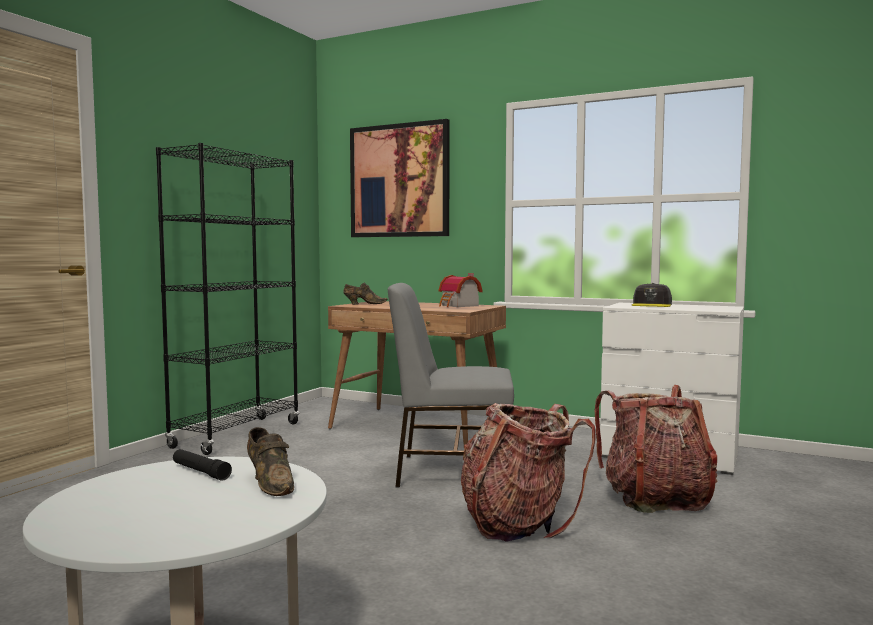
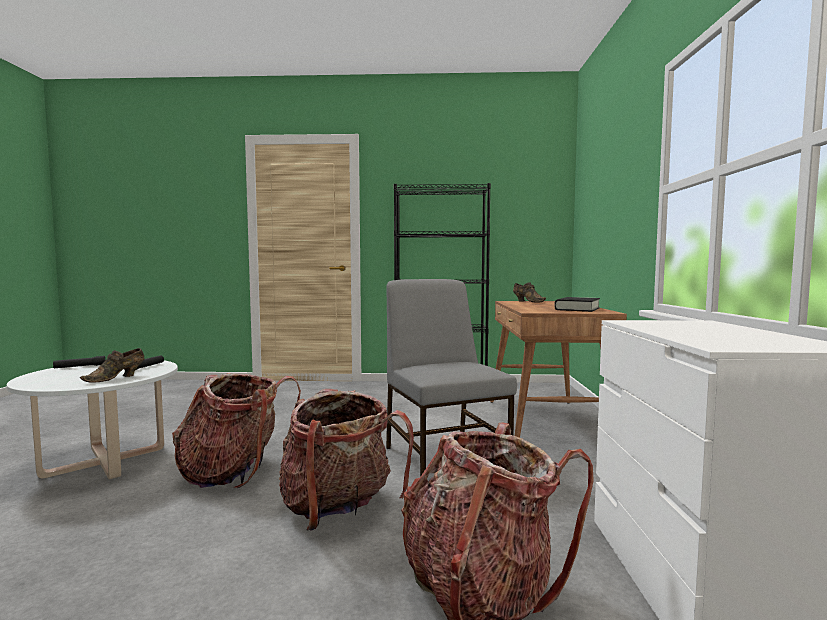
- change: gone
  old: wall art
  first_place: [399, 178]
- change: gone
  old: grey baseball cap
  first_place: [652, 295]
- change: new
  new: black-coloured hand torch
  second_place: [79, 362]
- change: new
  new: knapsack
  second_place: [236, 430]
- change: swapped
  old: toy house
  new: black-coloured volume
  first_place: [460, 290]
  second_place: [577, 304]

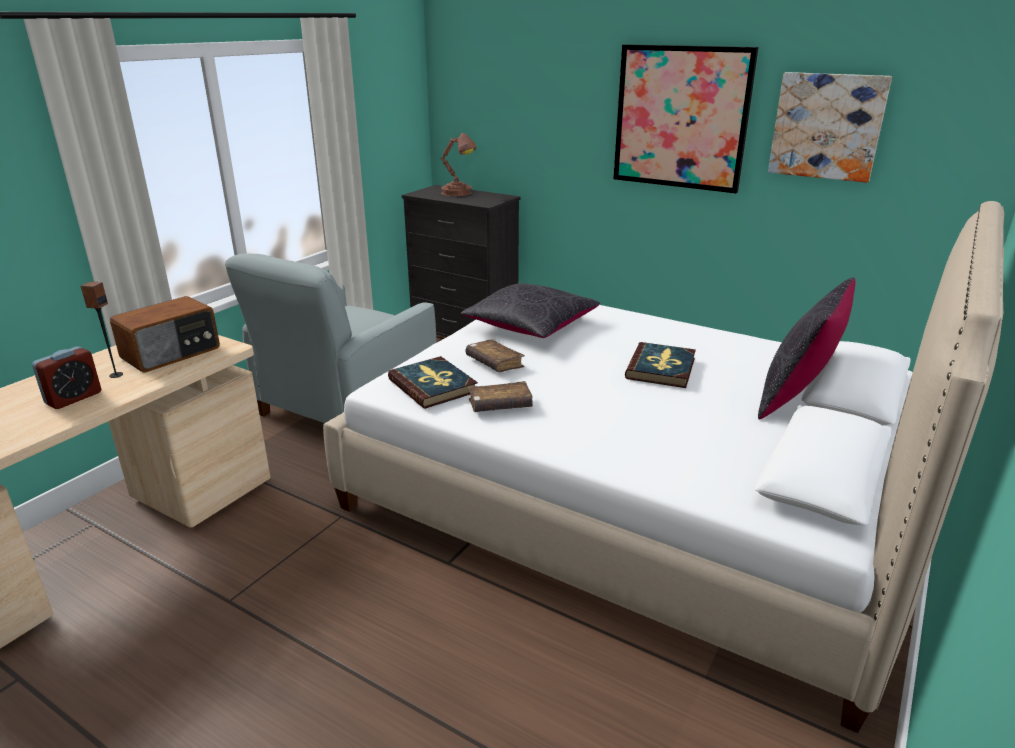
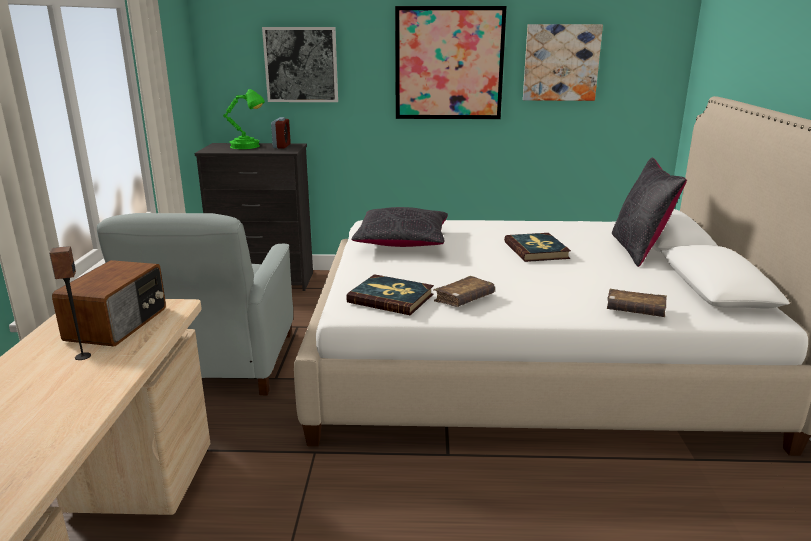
- change: new
  new: wall art
  second_place: [300, 64]
- change: shifted
  old: alarm clock
  first_place: [66, 378]
  second_place: [281, 132]
- change: shifted
  old: brownish volume
  first_place: [495, 355]
  second_place: [637, 303]
- change: repainted
  old: brownish table lamp
  new: green-coloured table lamp
  first_place: [458, 164]
  second_place: [244, 119]

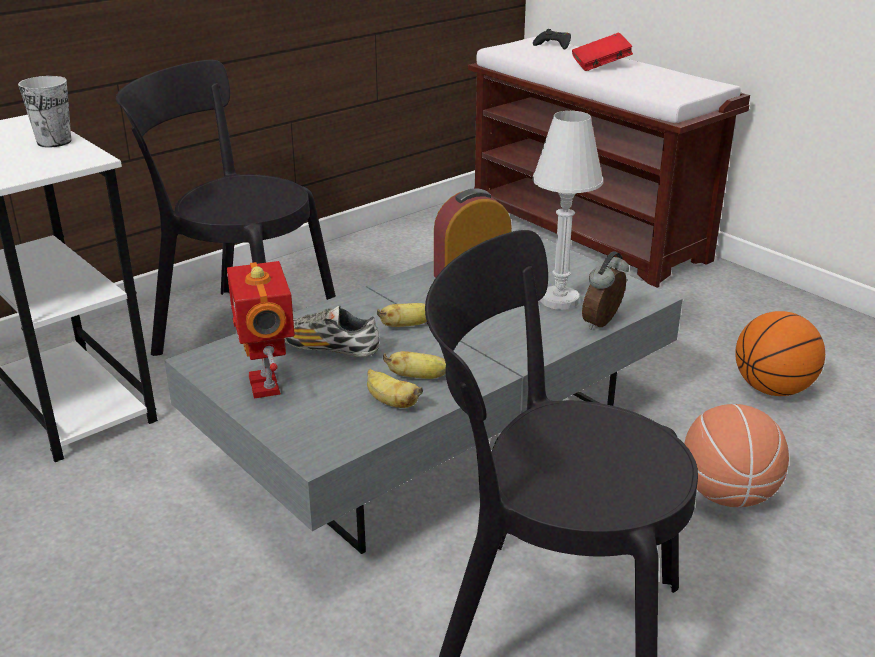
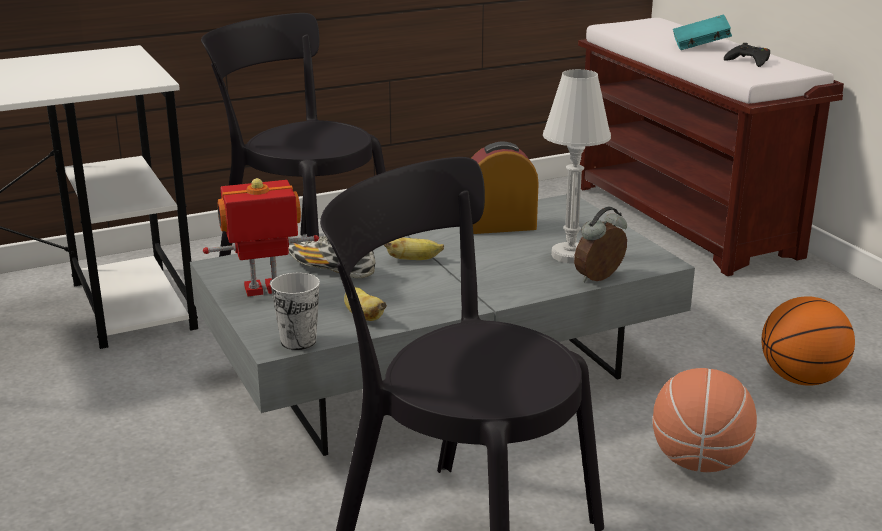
- change: gone
  old: banana
  first_place: [414, 365]
- change: shifted
  old: drinking cup
  first_place: [44, 112]
  second_place: [295, 311]
- change: shifted
  old: black-coloured joypad
  first_place: [552, 39]
  second_place: [747, 55]
- change: repainted
  old: red-coloured volume
  new: turquoise-coloured volume
  first_place: [602, 51]
  second_place: [702, 32]
- change: rotated
  old: robot figure
  first_place: [261, 330]
  second_place: [261, 237]
  degrees: 75

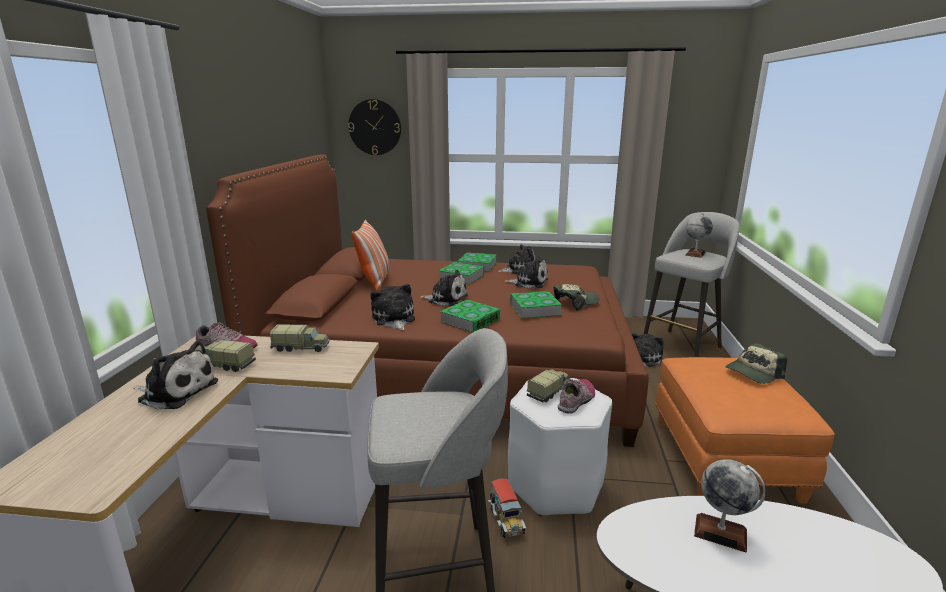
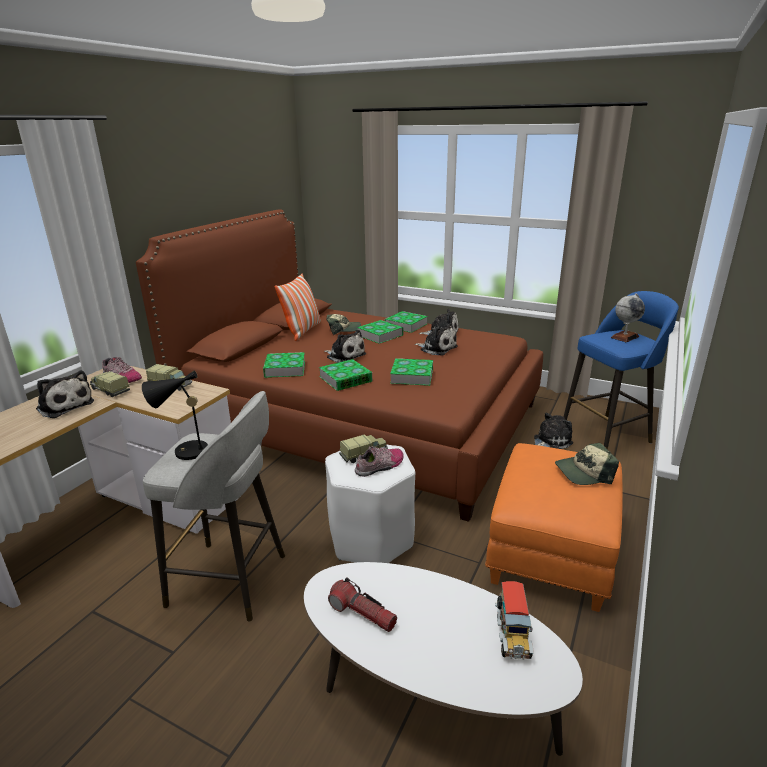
- change: gone
  old: clock on the wall
  first_place: [374, 127]
- change: gone
  old: globe
  first_place: [729, 505]
- change: new
  new: black-coloured table lamp
  second_place: [175, 415]
- change: new
  new: hand torch
  second_place: [362, 604]
- change: shifted
  old: toy lorry
  first_place: [507, 508]
  second_place: [514, 620]
- change: shifted
  old: baseball cap
  first_place: [577, 297]
  second_place: [343, 324]
- change: swapped
  old: soft toy
  new: volume
  first_place: [393, 307]
  second_place: [284, 365]
- change: repainted
  old: grey stool seat
  new: blue-coloured stool seat
  first_place: [692, 284]
  second_place: [621, 370]

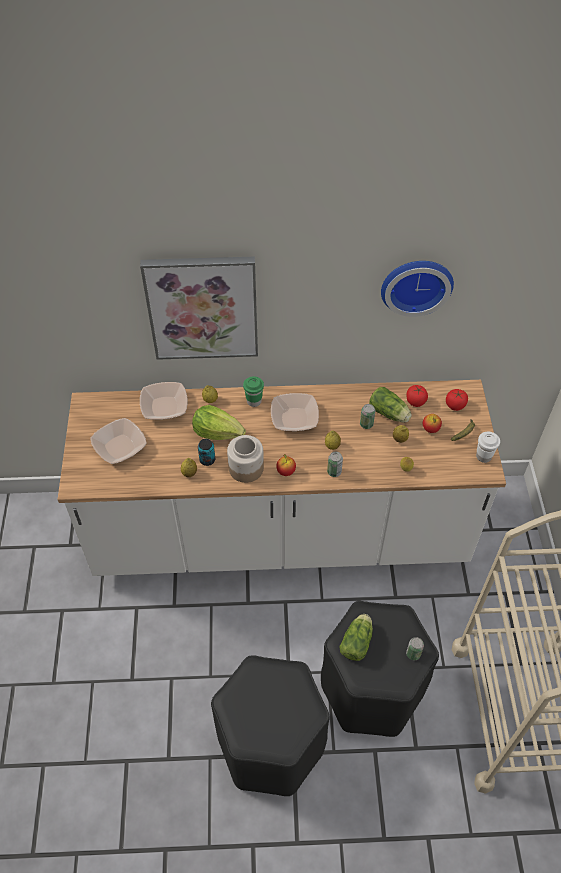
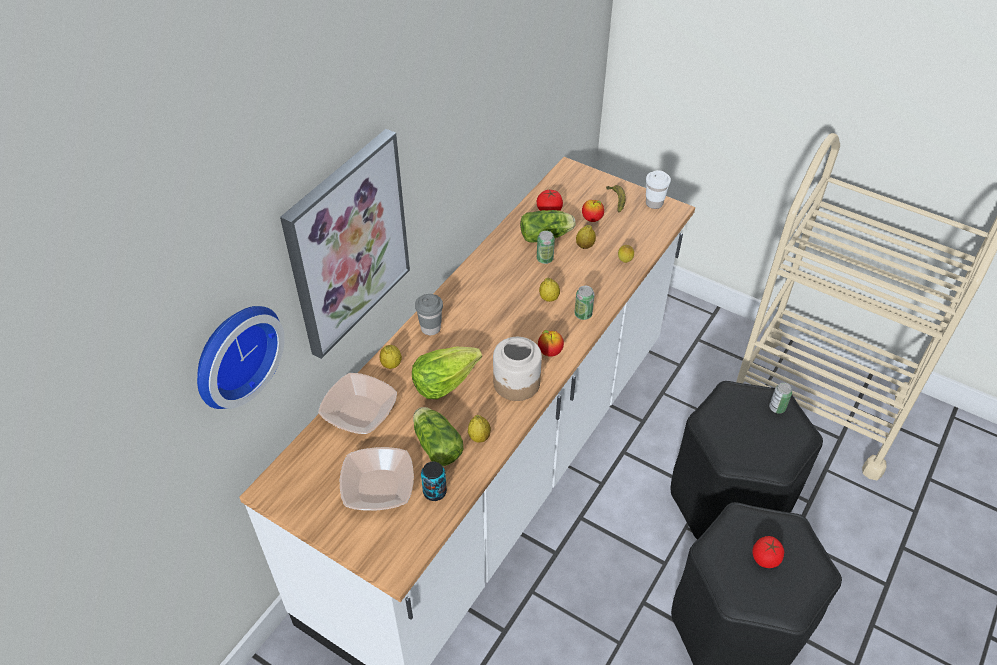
- change: gone
  old: bowl
  first_place: [295, 412]
- change: shifted
  old: sealed can
  first_place: [206, 452]
  second_place: [434, 481]
- change: shifted
  old: lettuce head
  first_place: [356, 637]
  second_place: [438, 436]
- change: shifted
  old: clock on the wall
  first_place: [417, 289]
  second_place: [241, 357]
- change: shifted
  old: whole tomato
  first_place: [457, 400]
  second_place: [768, 552]
- change: repainted
  old: green-coloured drinking cup
  new: grey drinking cup
  first_place: [253, 391]
  second_place: [429, 314]

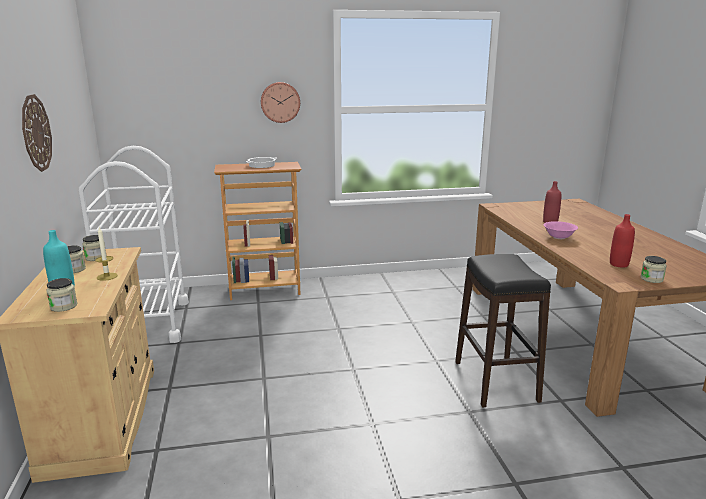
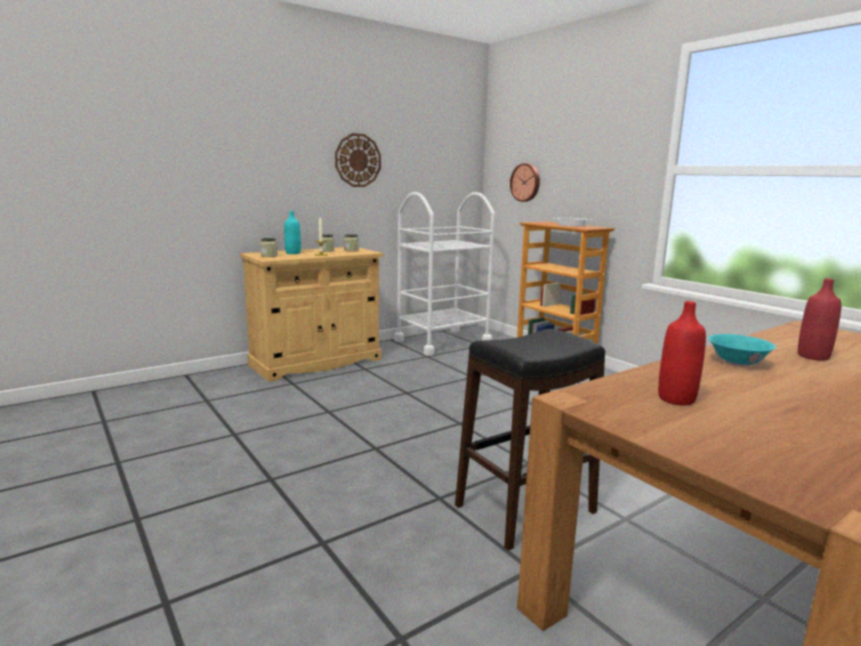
- change: gone
  old: preserve jar
  first_place: [653, 269]
- change: shifted
  old: clock on the wall
  first_place: [280, 102]
  second_place: [525, 182]
- change: repainted
  old: pinkish bowl
  new: turquoise-coloured bowl
  first_place: [561, 230]
  second_place: [742, 350]

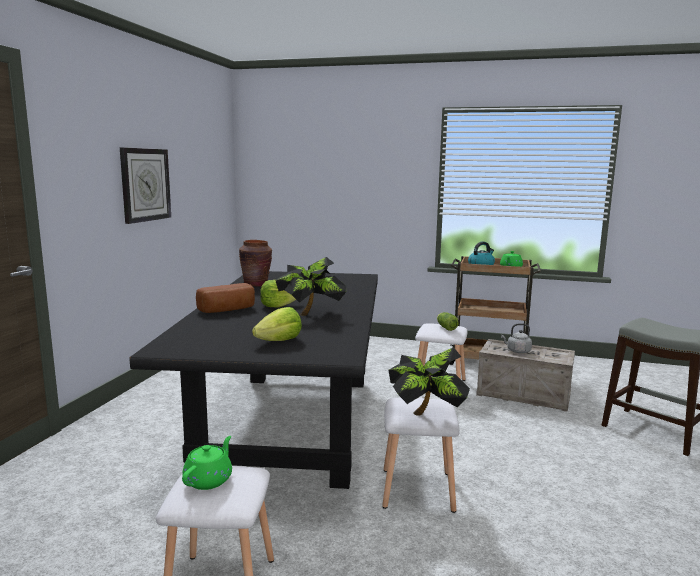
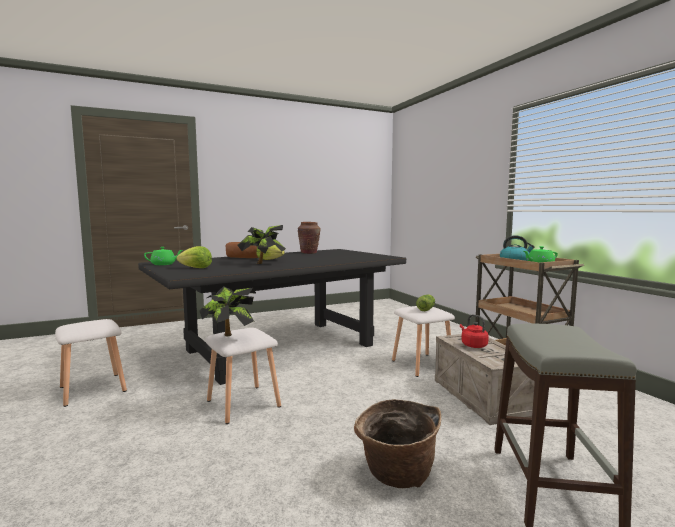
- change: gone
  old: clock on the wall
  first_place: [145, 185]
- change: new
  new: household basket
  second_place: [397, 443]
- change: shifted
  old: green-coloured pot for tea
  first_place: [207, 463]
  second_place: [163, 256]
- change: repainted
  old: grey kettle
  new: red-coloured kettle
  first_place: [516, 338]
  second_place: [474, 331]

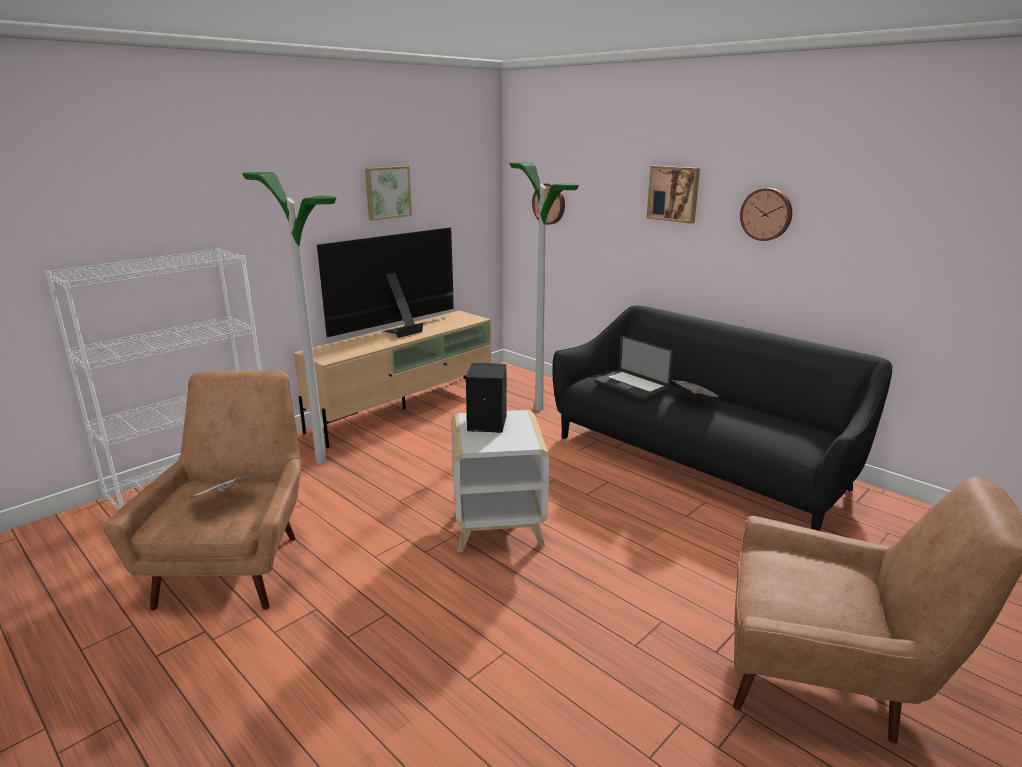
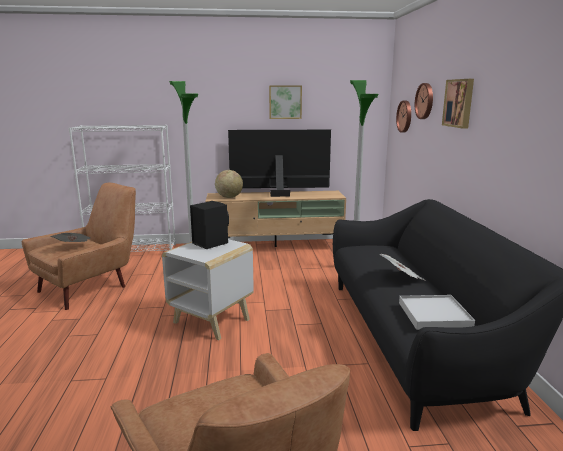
- change: gone
  old: laptop
  first_place: [634, 367]
- change: new
  new: globe
  second_place: [229, 184]
- change: new
  new: white tray
  second_place: [437, 312]
- change: shifted
  old: clock on the wall
  first_place: [766, 214]
  second_place: [424, 101]

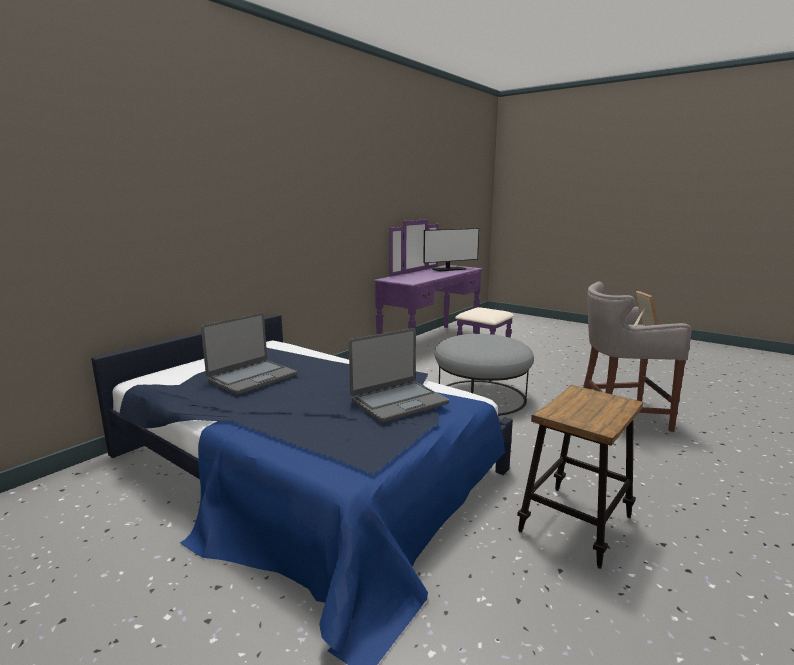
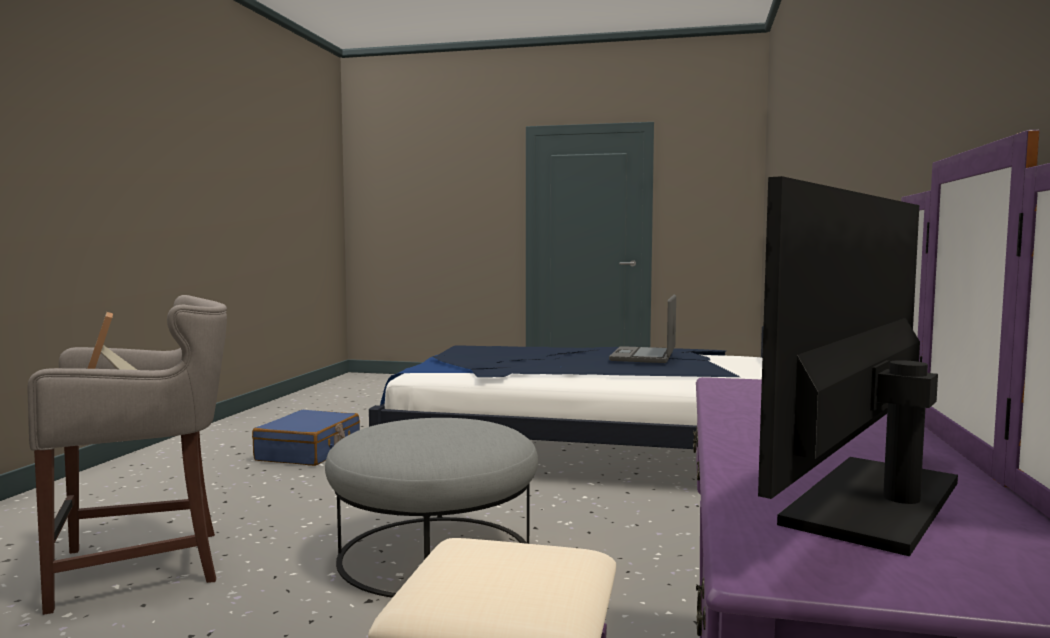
- change: gone
  old: laptop
  first_place: [399, 375]
- change: swapped
  old: stool seat
  new: blue-coloured piece of luggage
  first_place: [580, 477]
  second_place: [306, 438]

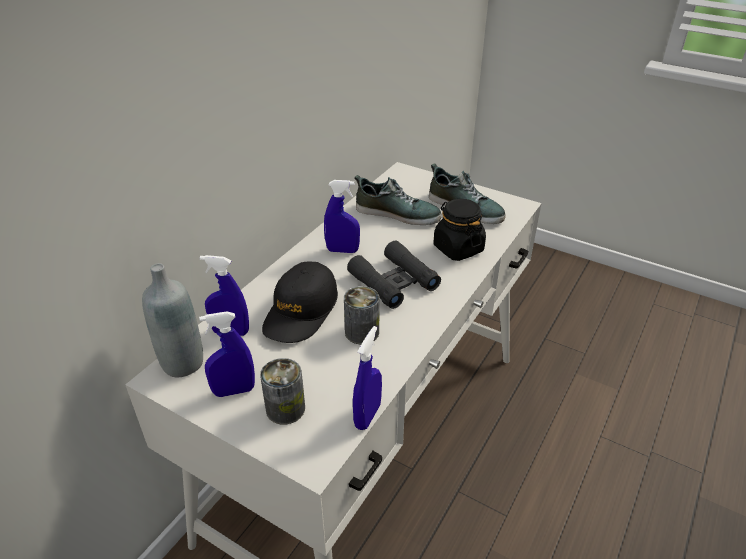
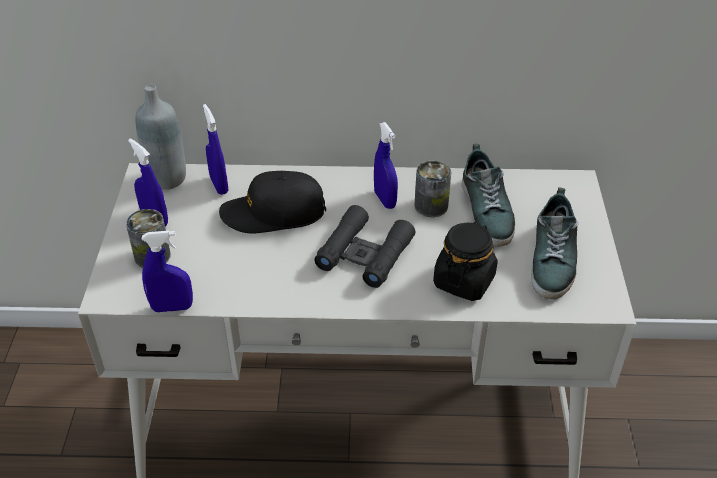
- change: shifted
  old: sealed can
  first_place: [362, 315]
  second_place: [433, 188]

